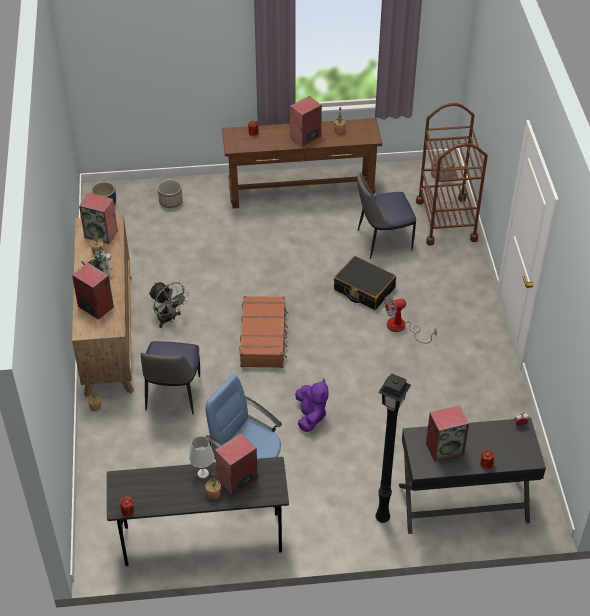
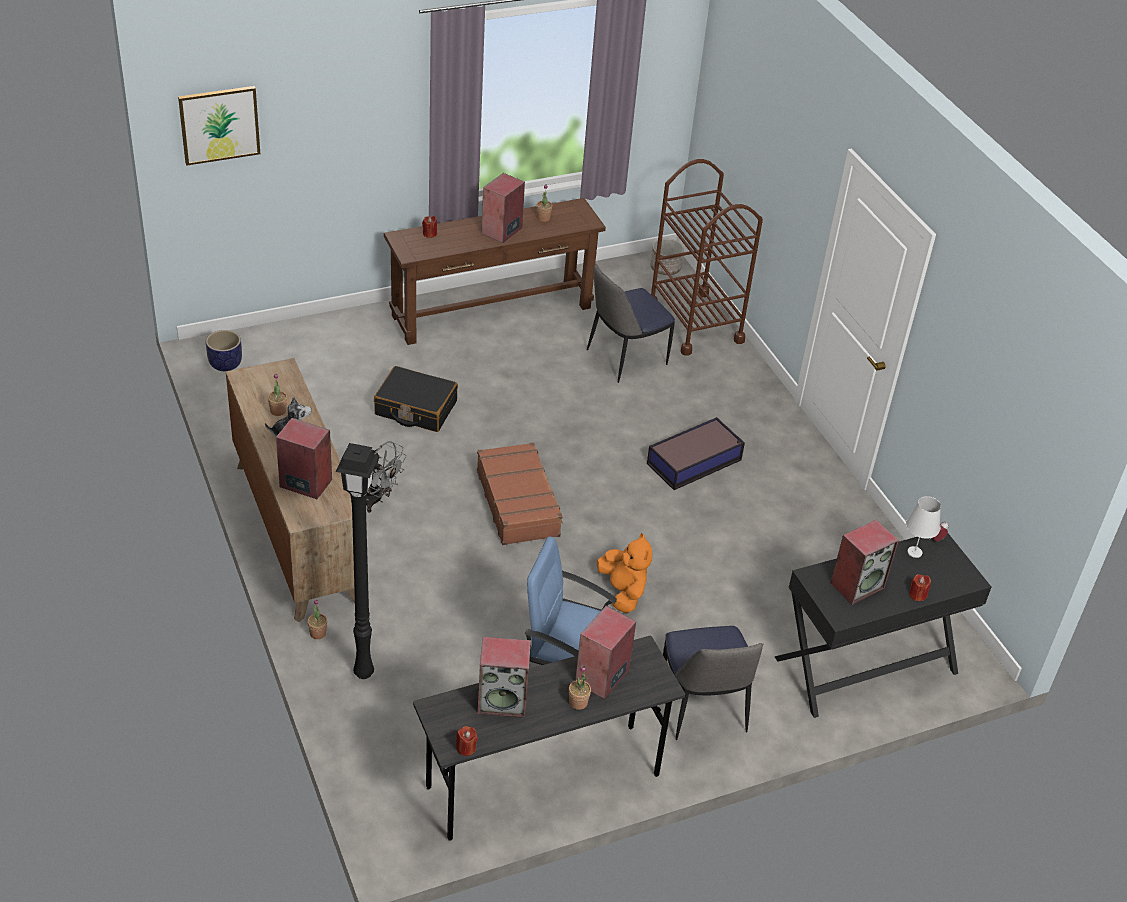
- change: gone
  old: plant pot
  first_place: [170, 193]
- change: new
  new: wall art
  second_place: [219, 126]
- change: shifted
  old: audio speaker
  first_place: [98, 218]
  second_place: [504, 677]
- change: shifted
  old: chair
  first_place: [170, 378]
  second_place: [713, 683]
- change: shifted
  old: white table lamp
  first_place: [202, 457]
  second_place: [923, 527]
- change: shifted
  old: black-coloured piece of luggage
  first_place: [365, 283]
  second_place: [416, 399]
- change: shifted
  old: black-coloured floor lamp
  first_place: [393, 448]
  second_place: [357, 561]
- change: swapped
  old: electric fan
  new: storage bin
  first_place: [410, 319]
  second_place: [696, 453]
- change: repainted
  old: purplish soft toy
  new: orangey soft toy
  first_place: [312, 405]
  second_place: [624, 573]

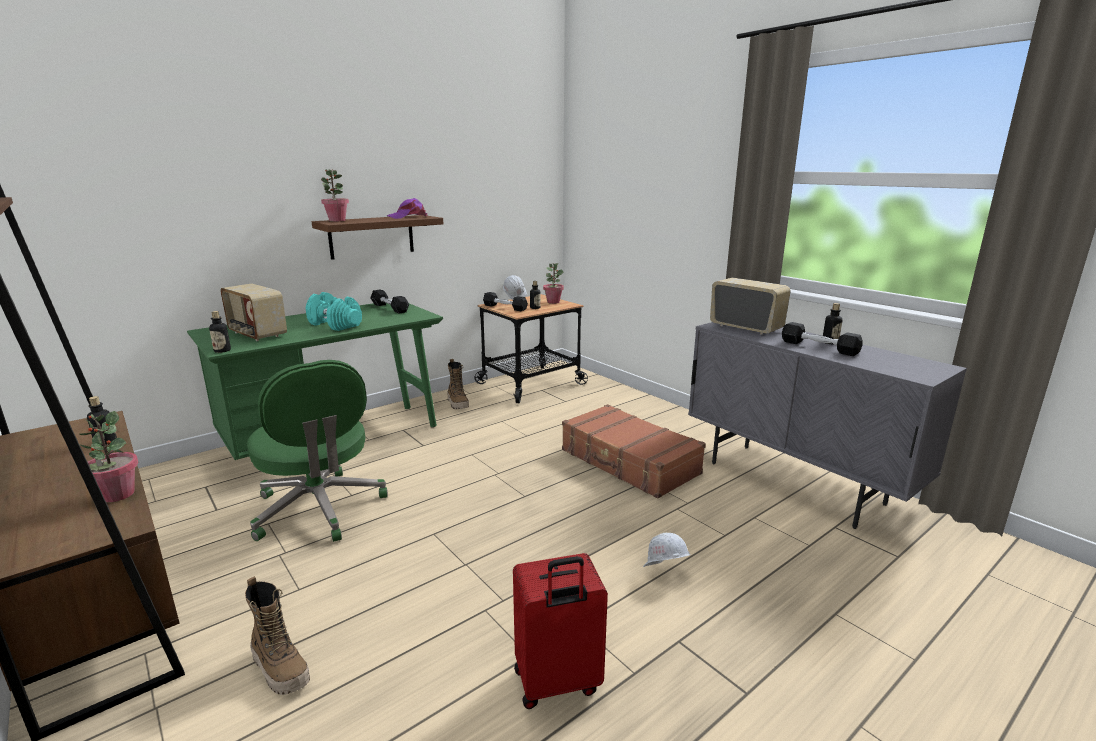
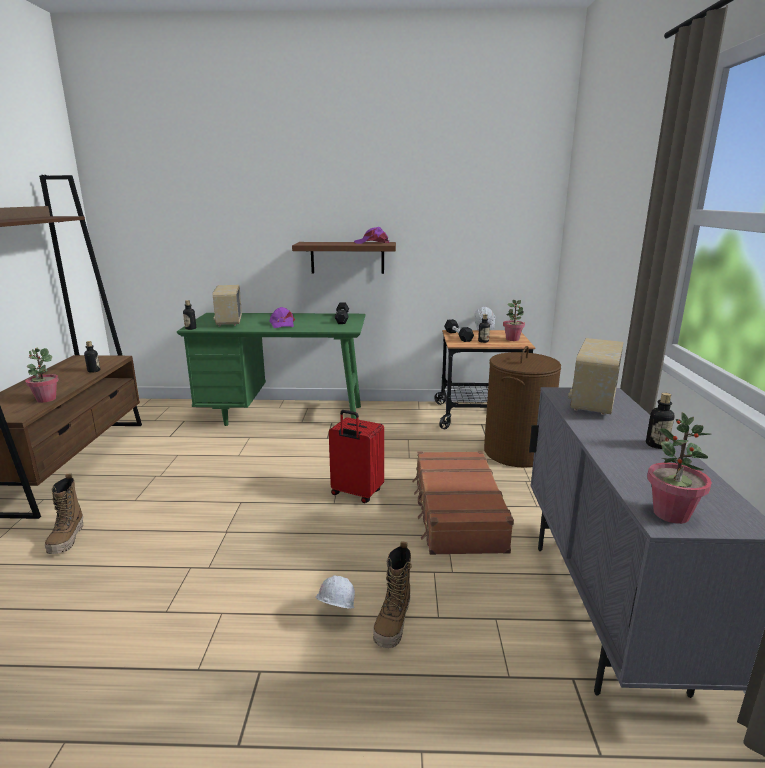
- change: gone
  old: green-coloured computer chair
  first_place: [317, 451]
- change: gone
  old: black-coloured hand weight
  first_place: [822, 339]
- change: new
  new: brownish hamper
  second_place: [522, 407]
- change: shifted
  old: potted plant
  first_place: [335, 195]
  second_place: [679, 468]
- change: shifted
  old: high-top boot
  first_place: [458, 384]
  second_place: [392, 594]
- change: shifted
  old: red-coloured piece of luggage
  first_place: [560, 631]
  second_place: [356, 456]
- change: swapped
  old: turquoise-coloured hand weight
  new: purplish baseball cap
  first_place: [334, 311]
  second_place: [282, 317]
- change: rotated
  old: radio receiver
  first_place: [750, 306]
  second_place: [596, 376]
  degrees: -150

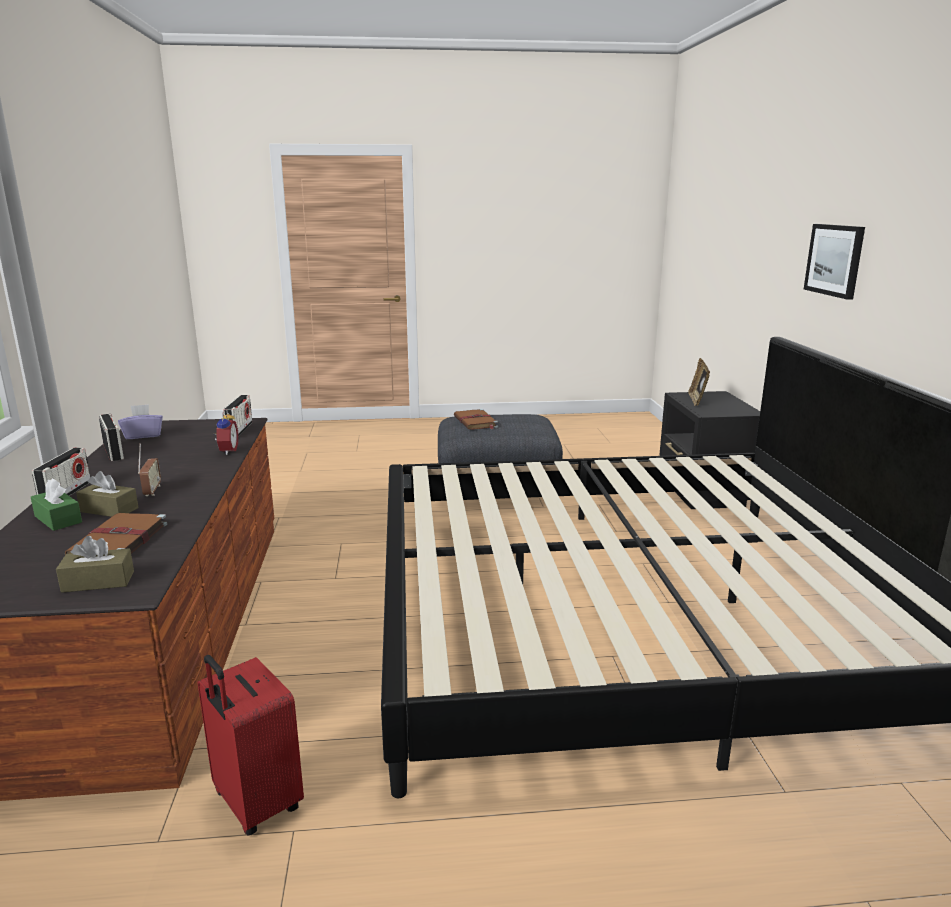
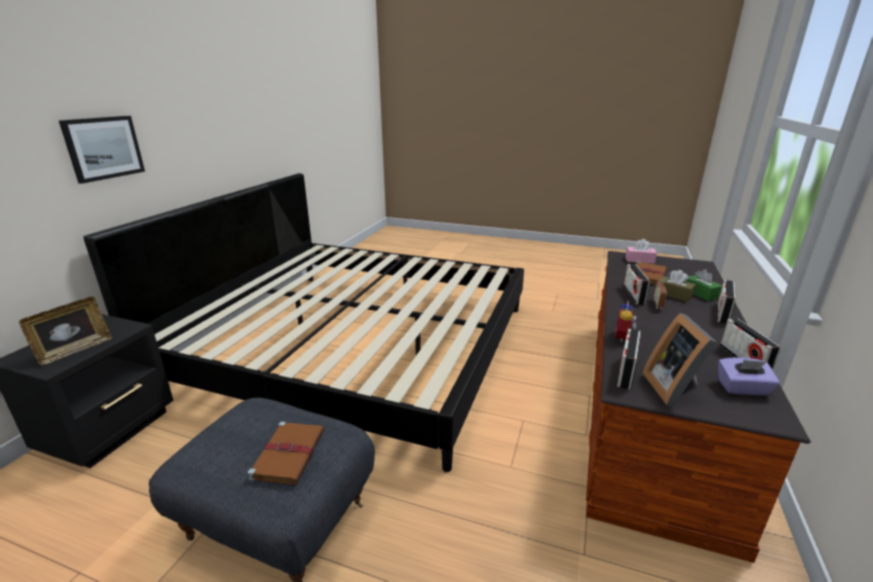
- change: gone
  old: red-coloured piece of luggage
  first_place: [251, 745]
- change: new
  new: radio receiver
  second_place: [637, 284]
- change: new
  new: photo frame
  second_place: [680, 360]
- change: repainted
  old: brownish tissue holder
  new: pinkish tissue holder
  first_place: [95, 564]
  second_place: [641, 251]

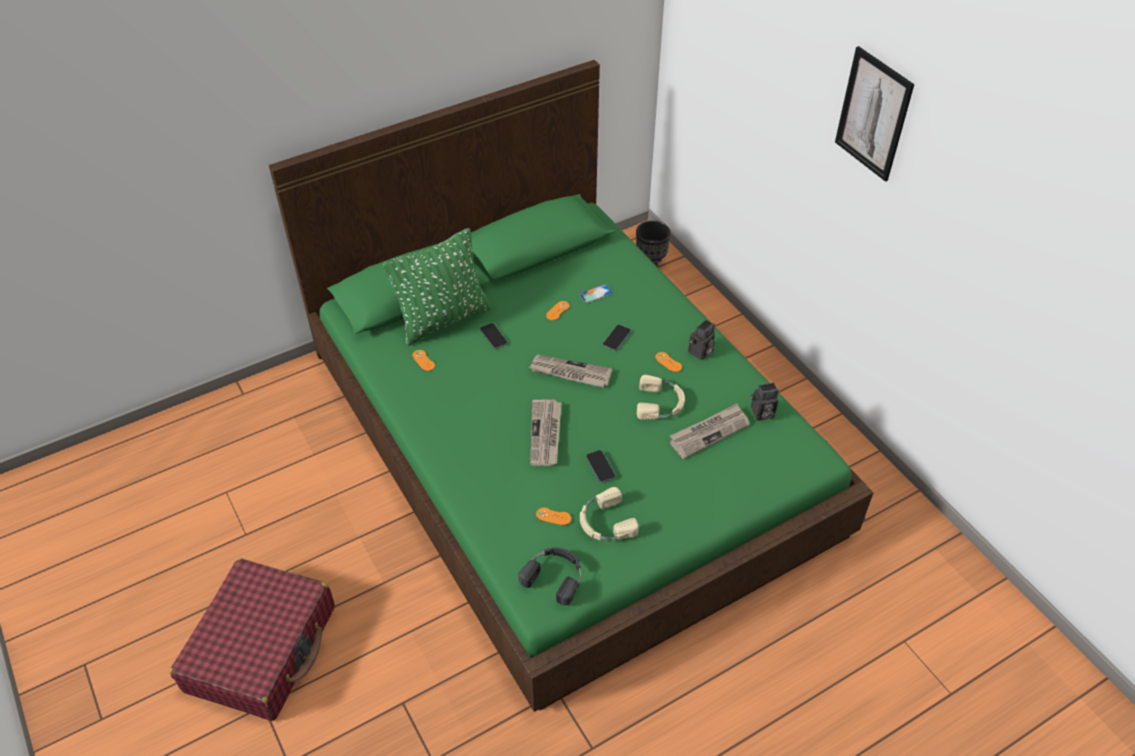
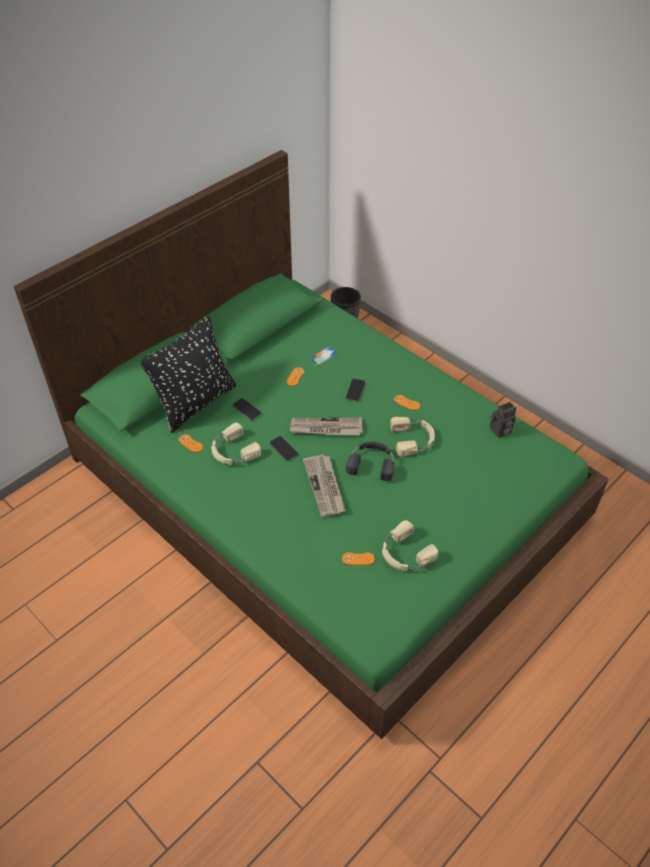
- change: gone
  old: red-coloured piece of luggage
  first_place: [252, 639]
- change: gone
  old: newspaper
  first_place: [710, 431]
- change: gone
  old: photo camera
  first_place: [701, 340]
- change: gone
  old: wall art
  first_place: [874, 114]
- change: new
  new: beige-coloured headphones
  second_place: [236, 444]
- change: shifted
  old: black-coloured headphones
  first_place: [549, 576]
  second_place: [370, 461]
- change: shifted
  old: phone
  first_place: [600, 466]
  second_place: [283, 448]
- change: repainted
  old: green-coloured throw pillow
  new: black-coloured throw pillow
  first_place: [437, 287]
  second_place: [188, 374]

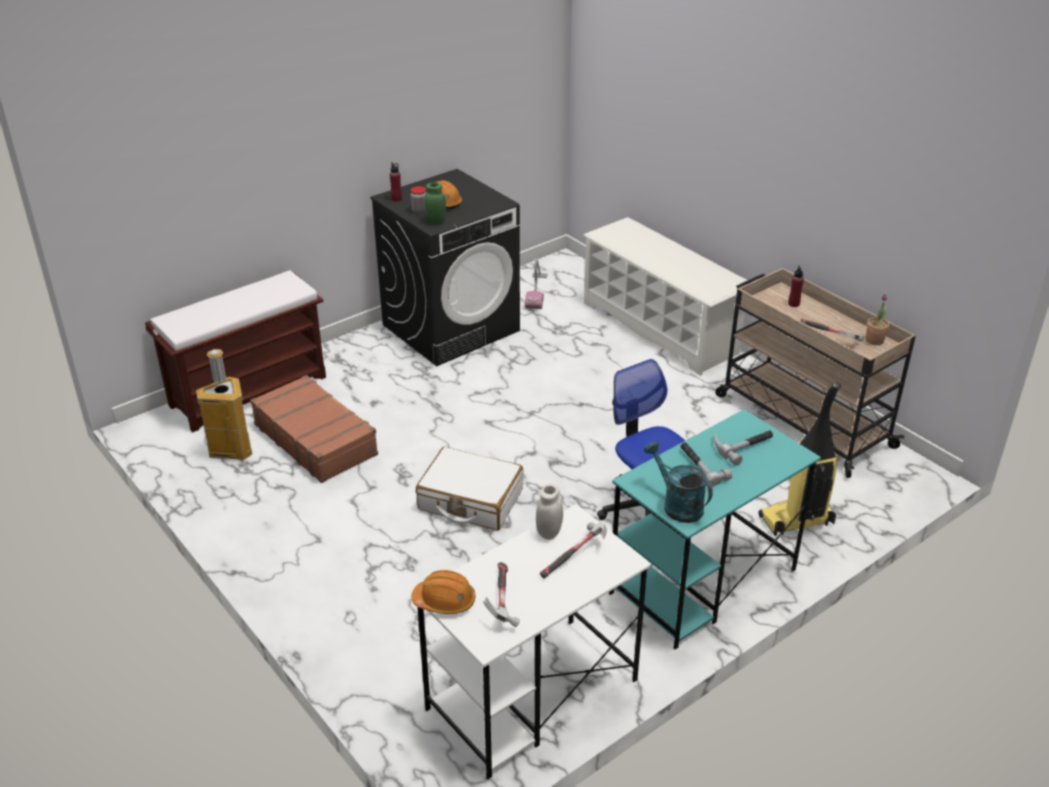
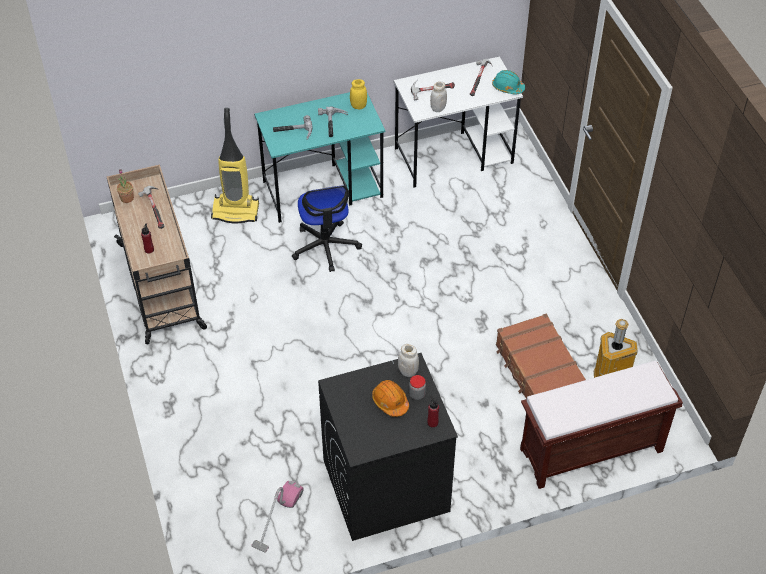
- change: gone
  old: white piece of luggage
  first_place: [469, 488]
- change: gone
  old: white shoe rack
  first_place: [666, 296]
- change: swapped
  old: turquoise-coloured sprinkling can
  new: yellow preserve jar
  first_place: [678, 482]
  second_place: [358, 94]
- change: repainted
  old: orangey work helmet
  new: turquoise-coloured work helmet
  first_place: [443, 592]
  second_place: [508, 82]
- change: repainted
  old: green-coloured preserve jar
  new: white preserve jar
  first_place: [435, 203]
  second_place: [408, 360]

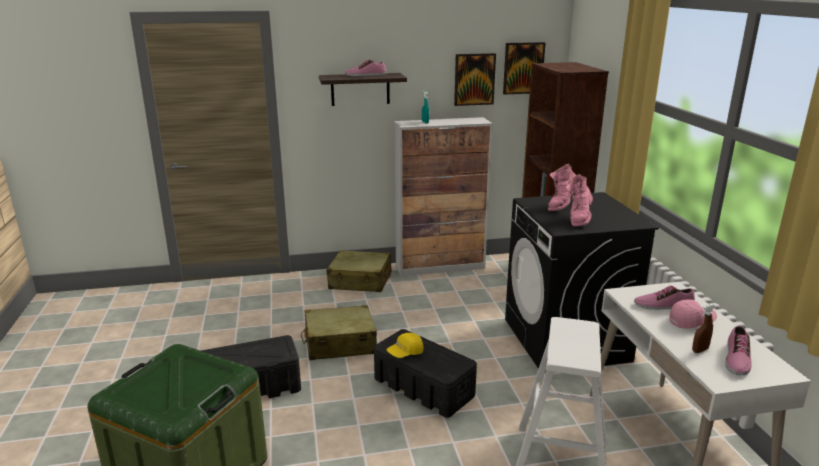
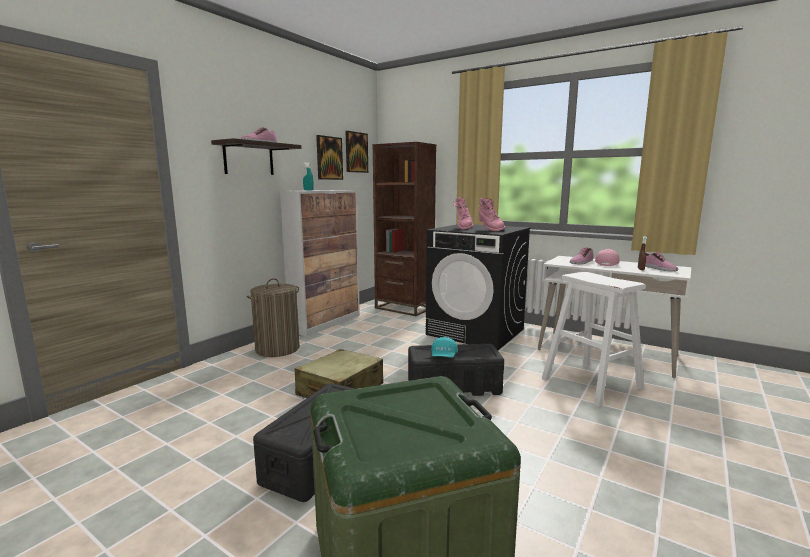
- change: swapped
  old: beige-coloured piece of luggage
  new: hamper
  first_place: [359, 271]
  second_place: [273, 317]
- change: repainted
  old: yellow baseball cap
  new: turquoise-coloured baseball cap
  first_place: [405, 345]
  second_place: [444, 347]

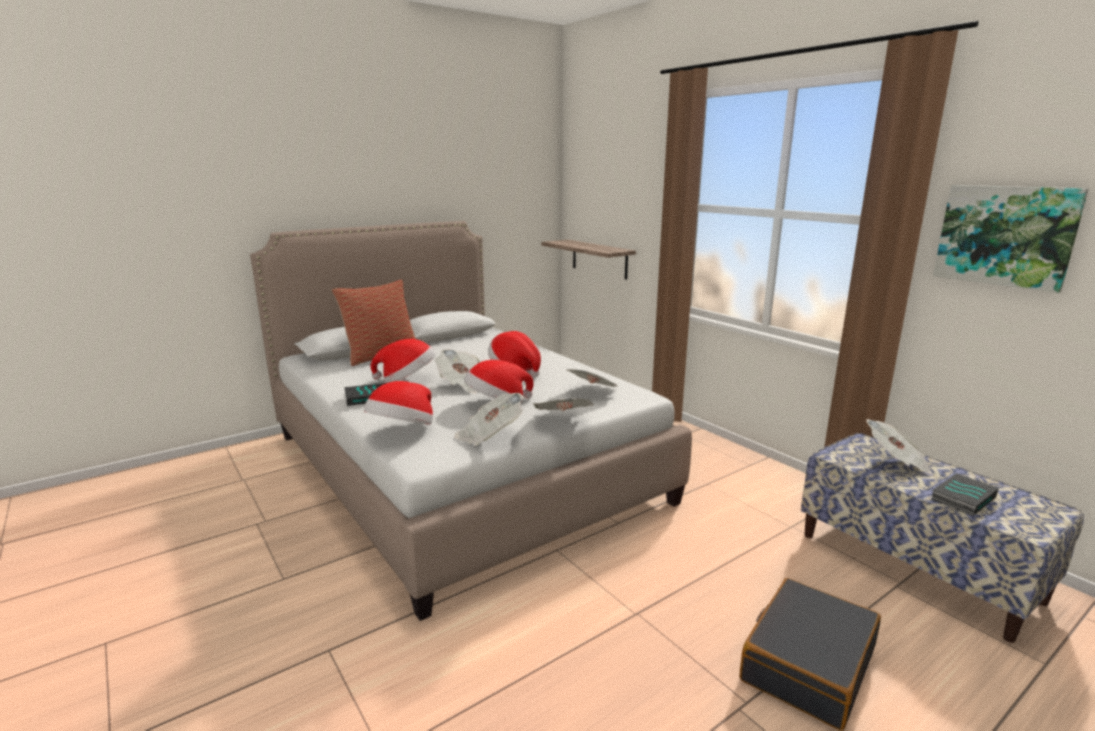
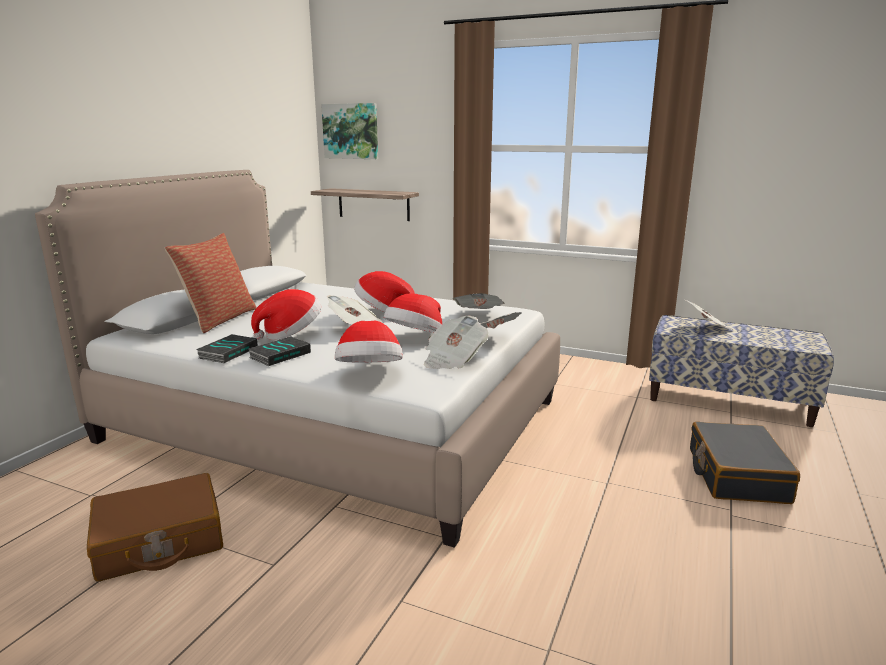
- change: new
  new: brownish piece of luggage
  second_place: [155, 527]
- change: shifted
  old: volume
  first_place: [965, 494]
  second_place: [227, 348]
- change: shifted
  old: wall art
  first_place: [1011, 239]
  second_place: [349, 131]

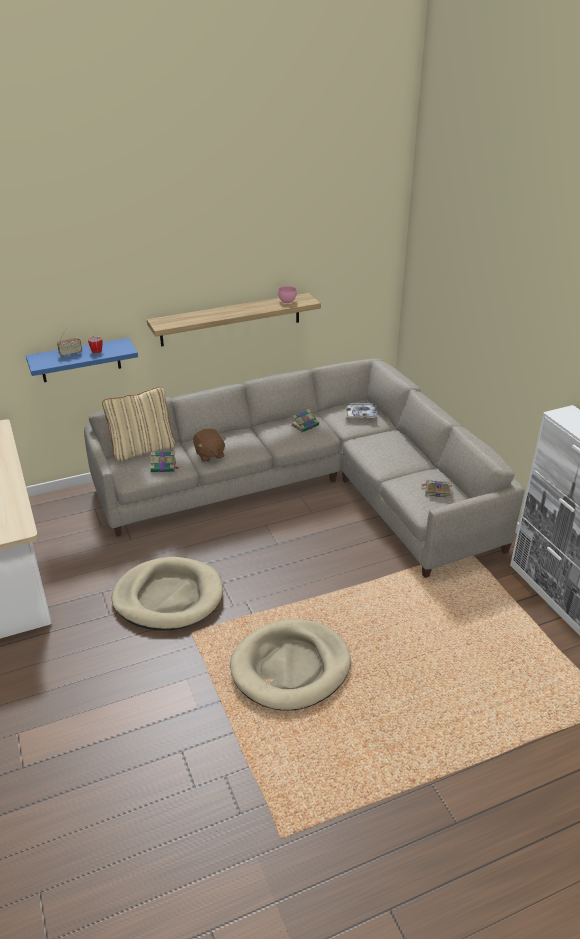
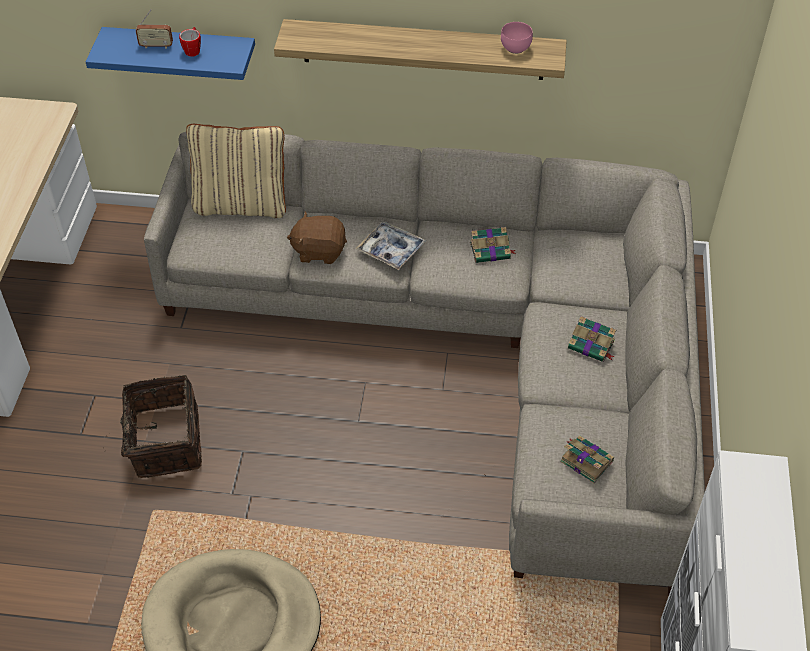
- change: shifted
  old: volume
  first_place: [164, 461]
  second_place: [592, 339]
- change: shifted
  old: tray
  first_place: [361, 410]
  second_place: [390, 245]
- change: swapped
  old: beige-coloured pet bed
  new: household basket
  first_place: [167, 594]
  second_place: [154, 426]
- change: rotated
  old: brownish soft toy
  first_place: [209, 445]
  second_place: [317, 238]
  degrees: 90

